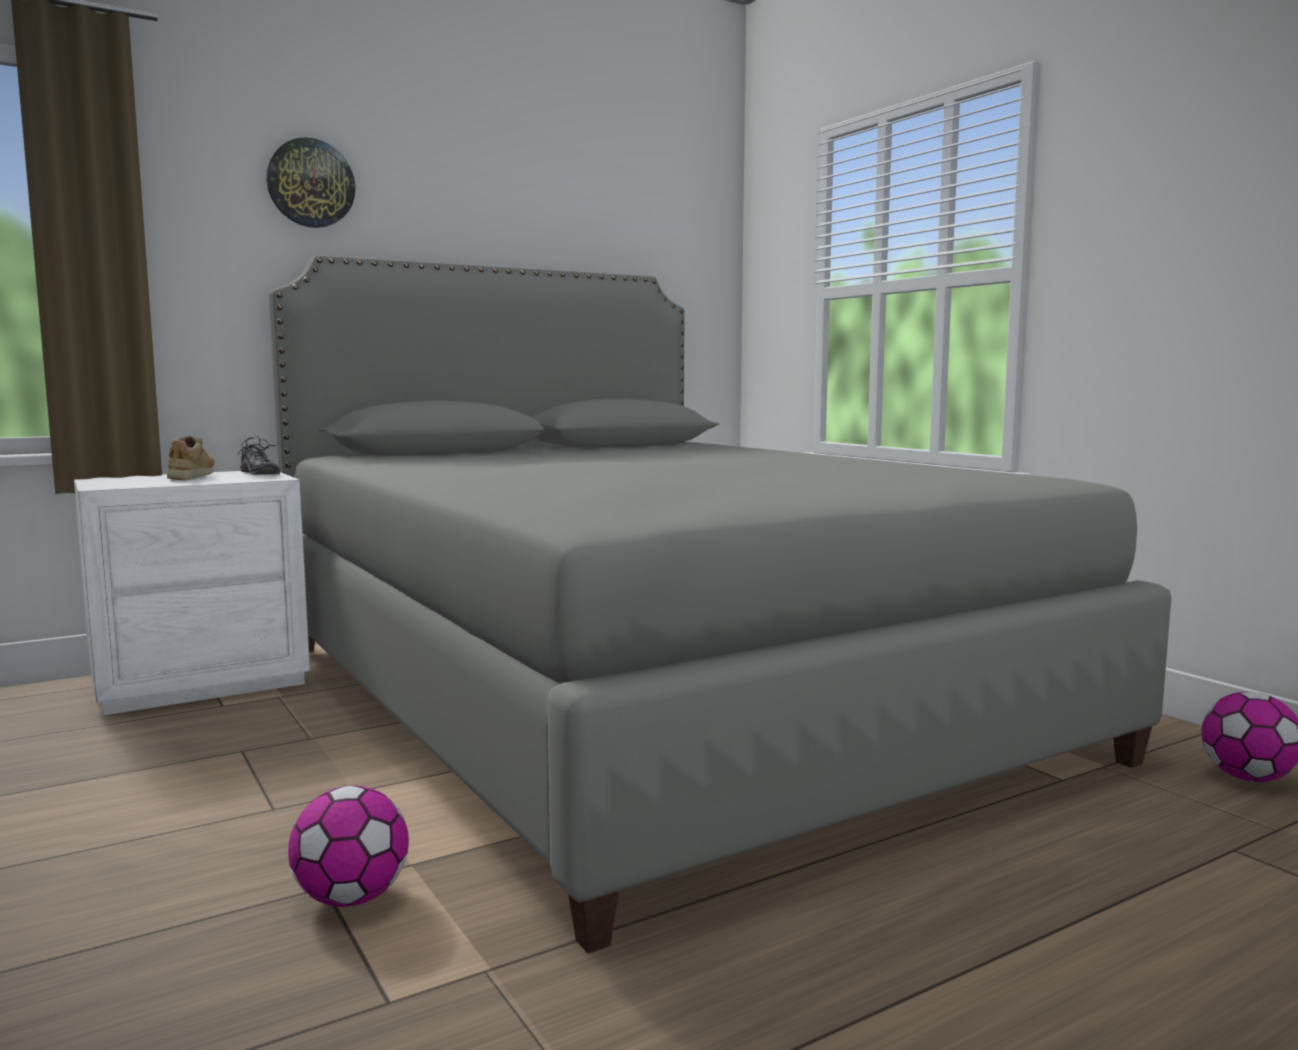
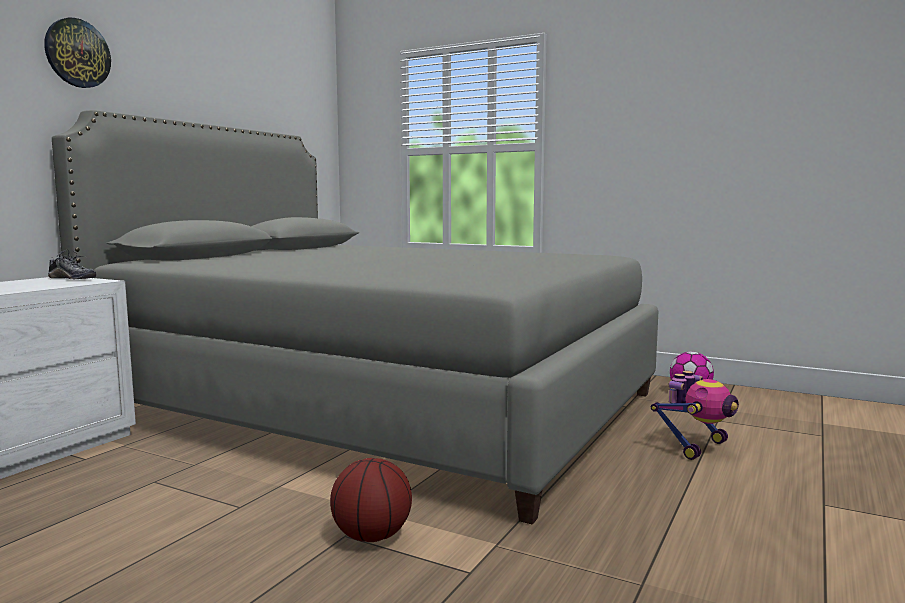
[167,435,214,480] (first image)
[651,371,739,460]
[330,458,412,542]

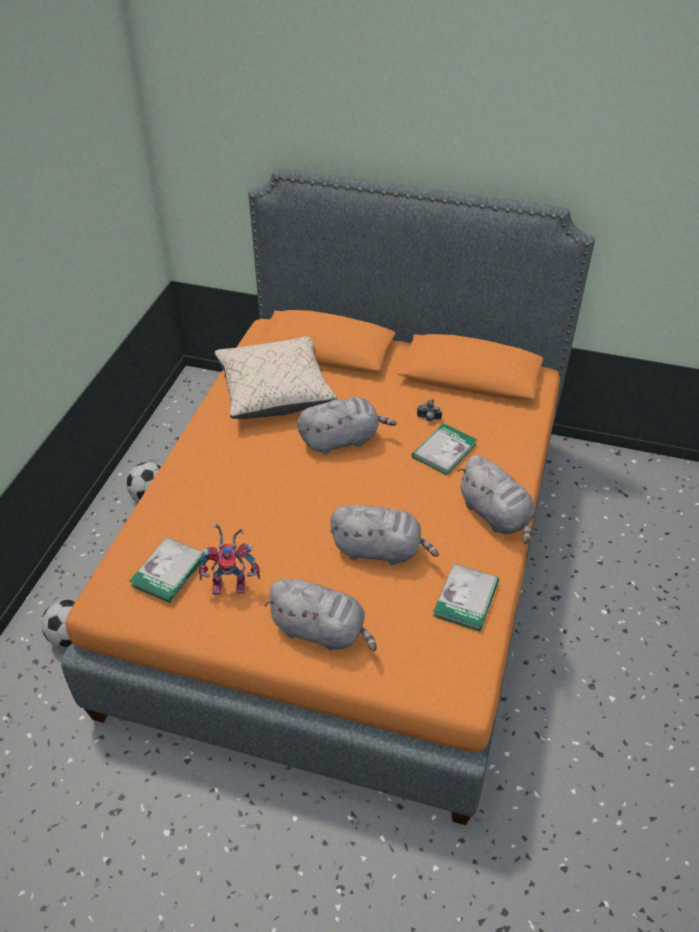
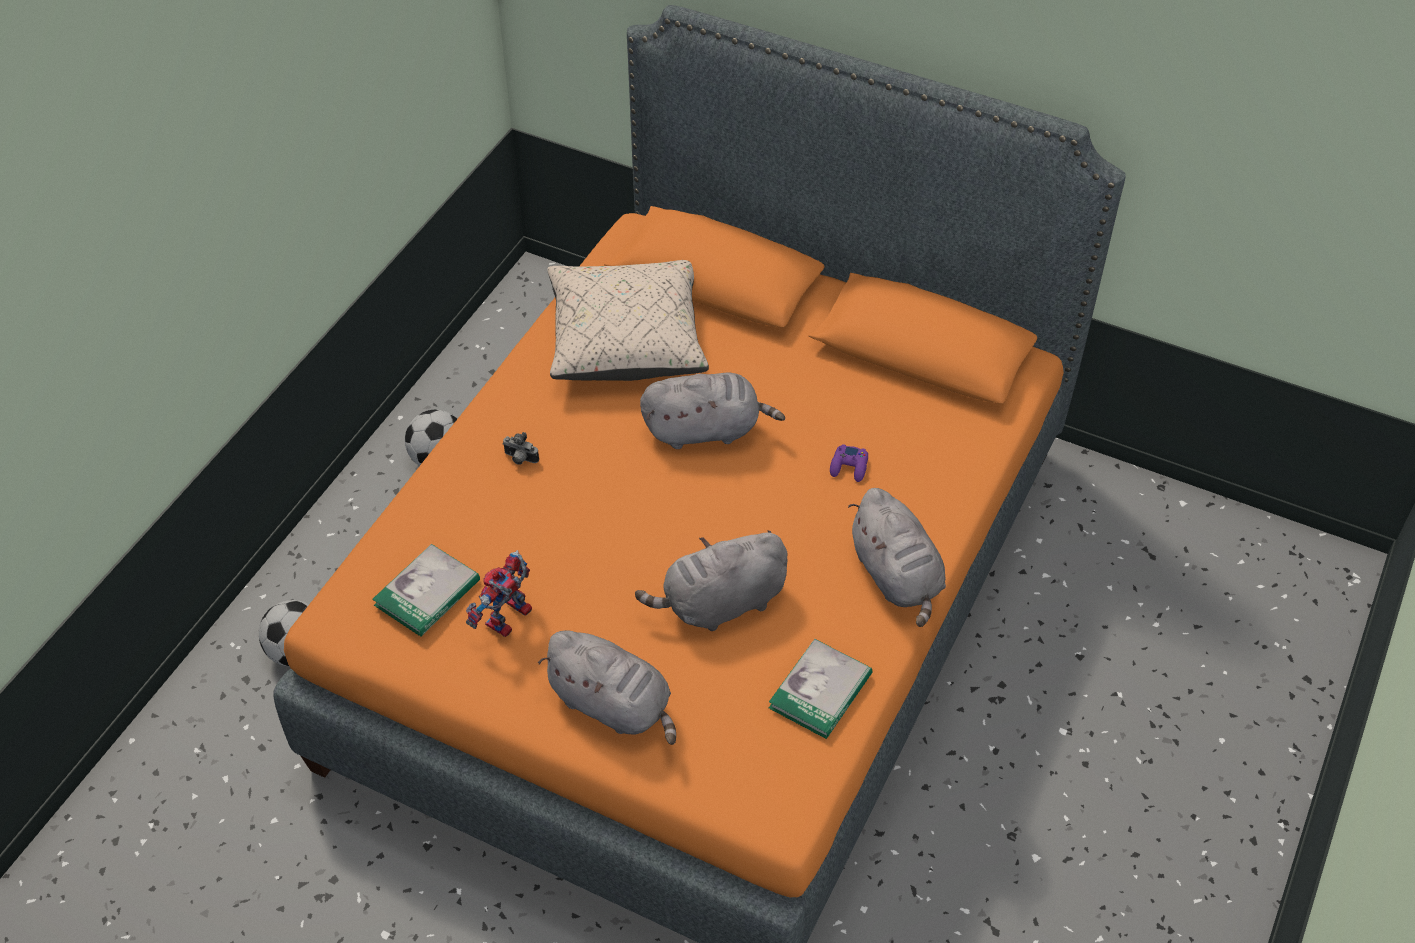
[502,432,539,465]
[830,444,868,482]
[466,550,532,637]
[635,530,788,631]

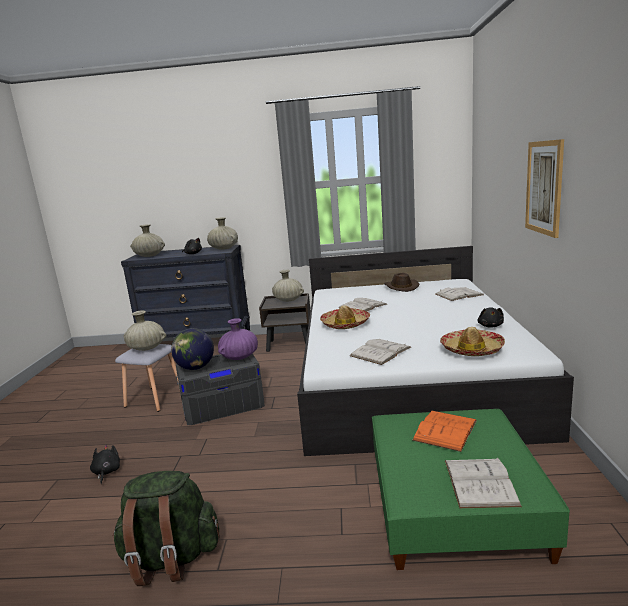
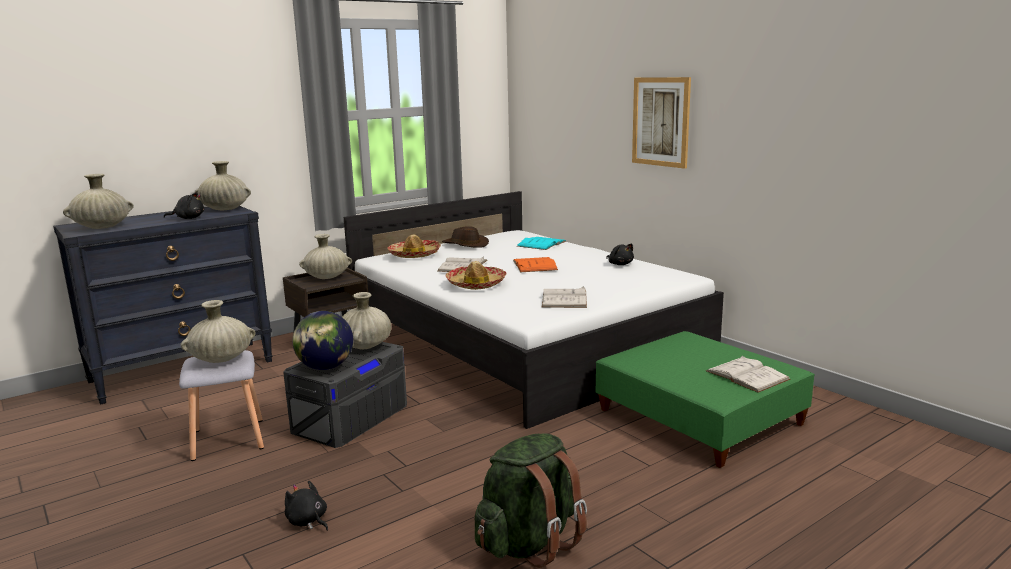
[513,257,558,272]
[387,234,441,258]
[342,292,391,350]
[517,237,566,250]

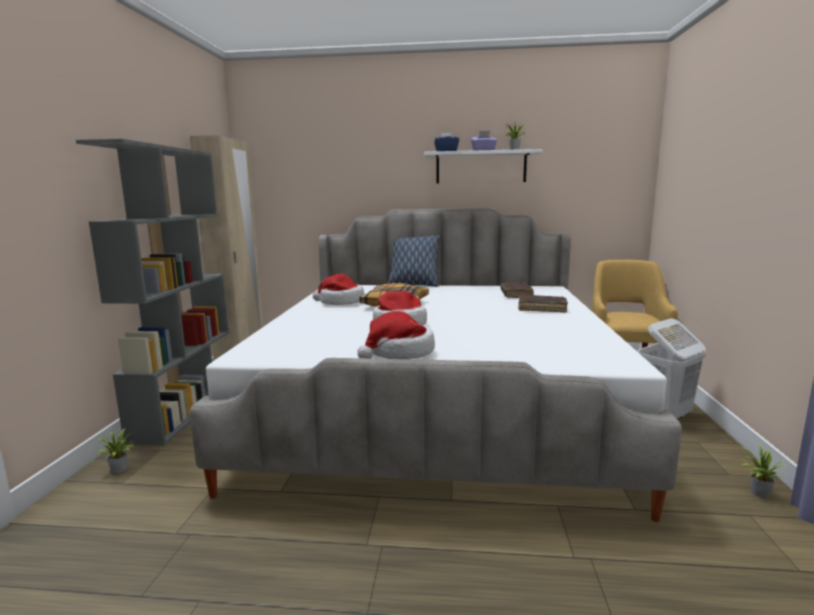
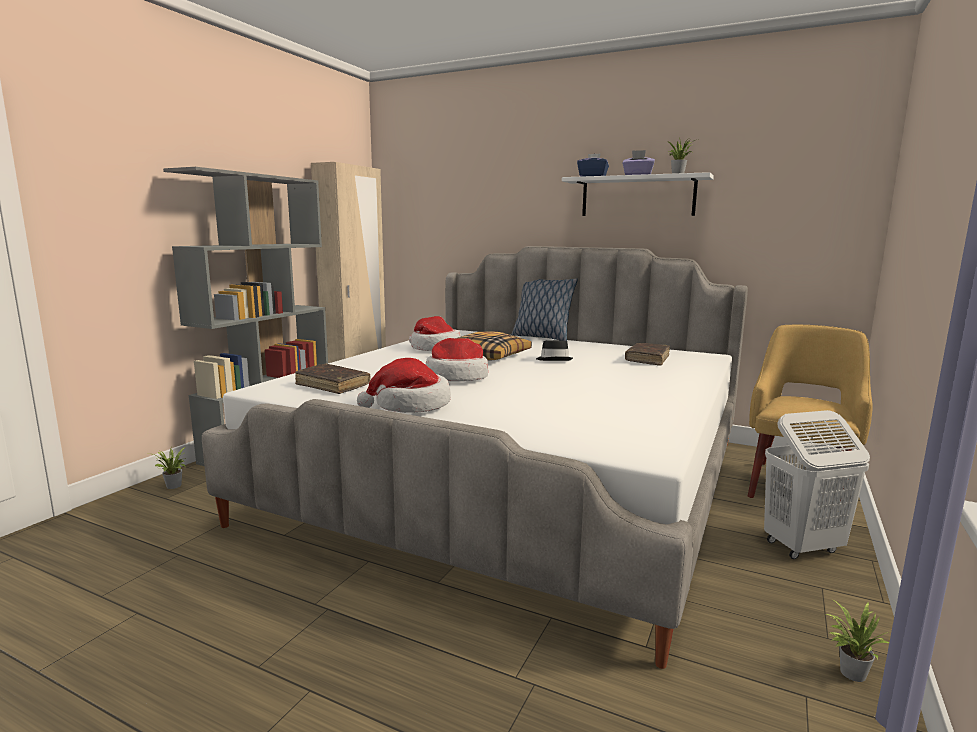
[536,340,573,361]
[295,364,370,394]

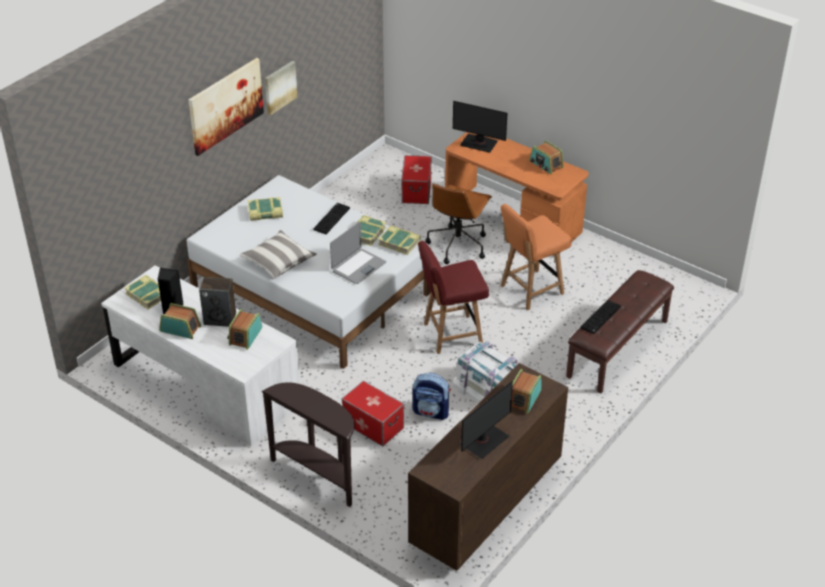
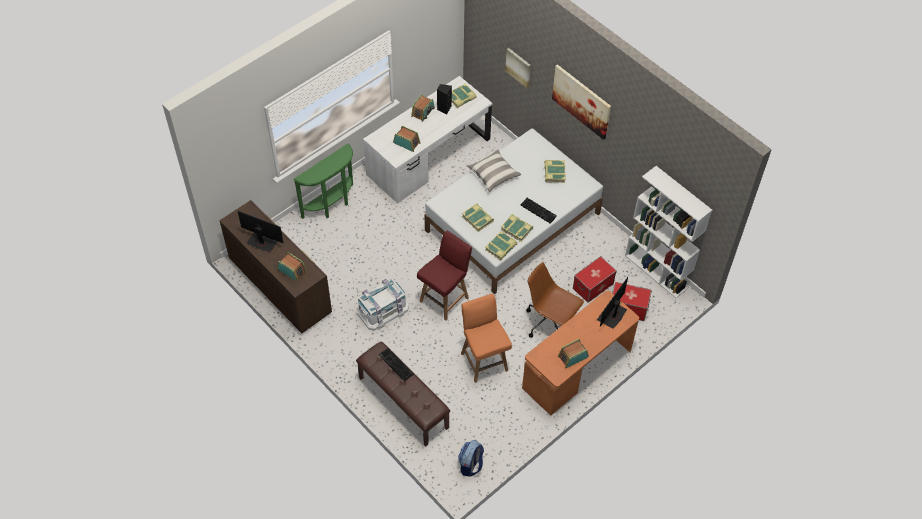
[199,277,236,327] (first image)
[625,166,712,298]
[505,48,531,88]
[573,256,617,303]
[458,440,484,477]
[462,204,494,232]
[294,143,353,219]
[417,231,472,321]
[238,211,283,252]

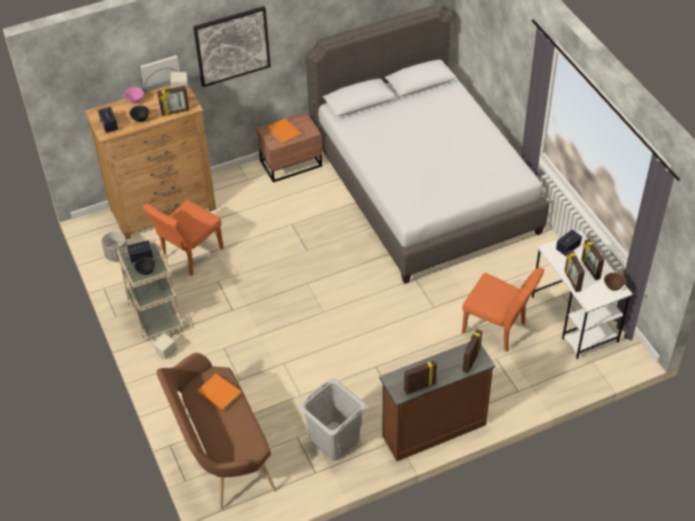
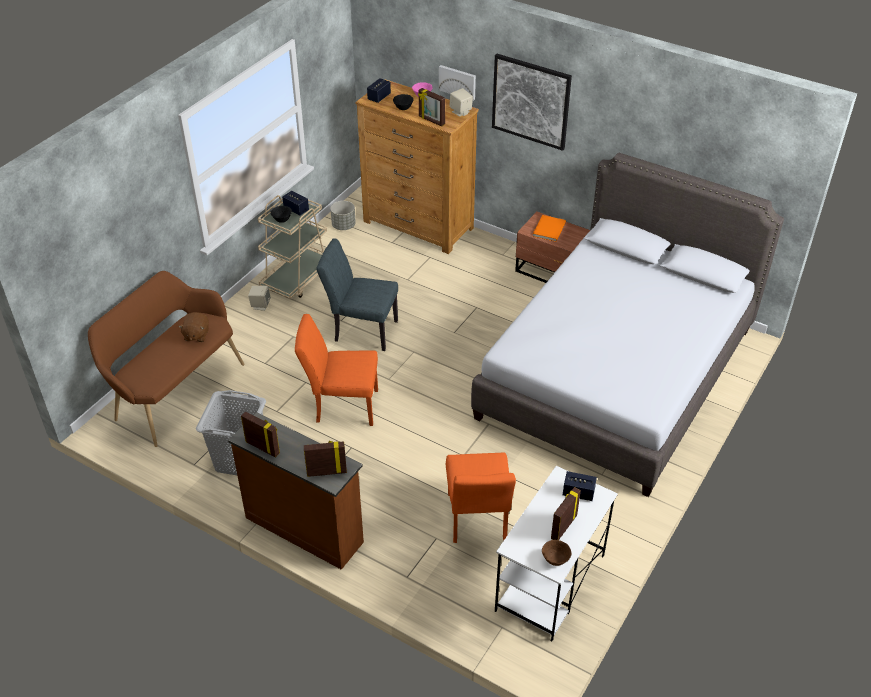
[565,250,585,292] (first image)
[316,238,398,351]
[295,314,378,426]
[178,312,209,342]

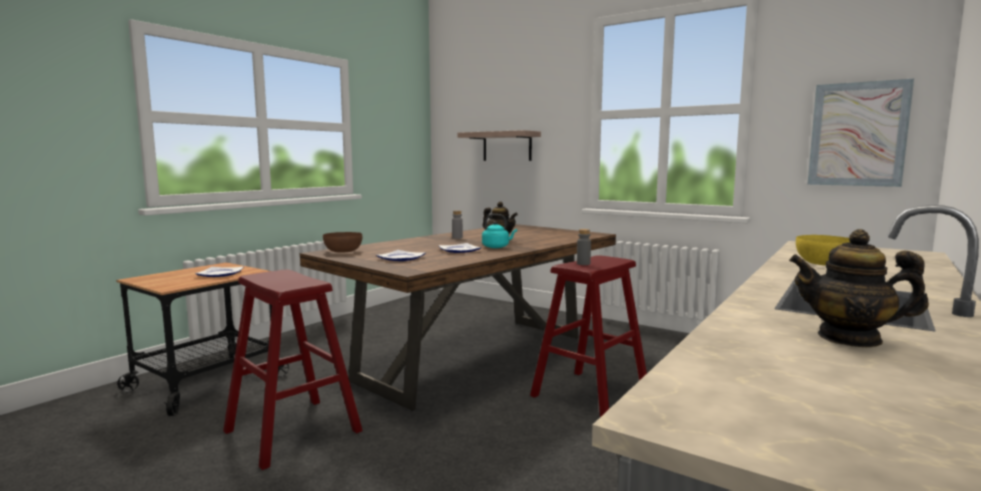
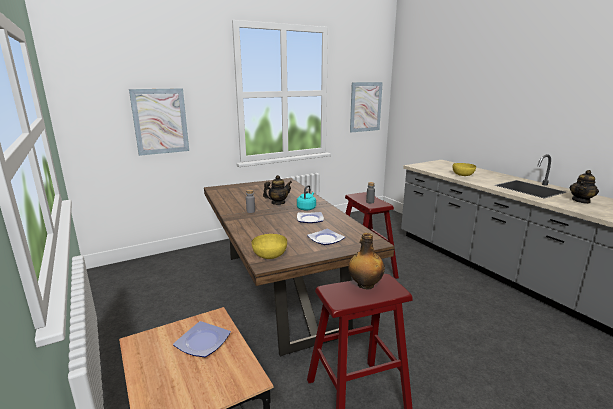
[348,233,385,290]
[129,88,189,156]
[252,234,287,259]

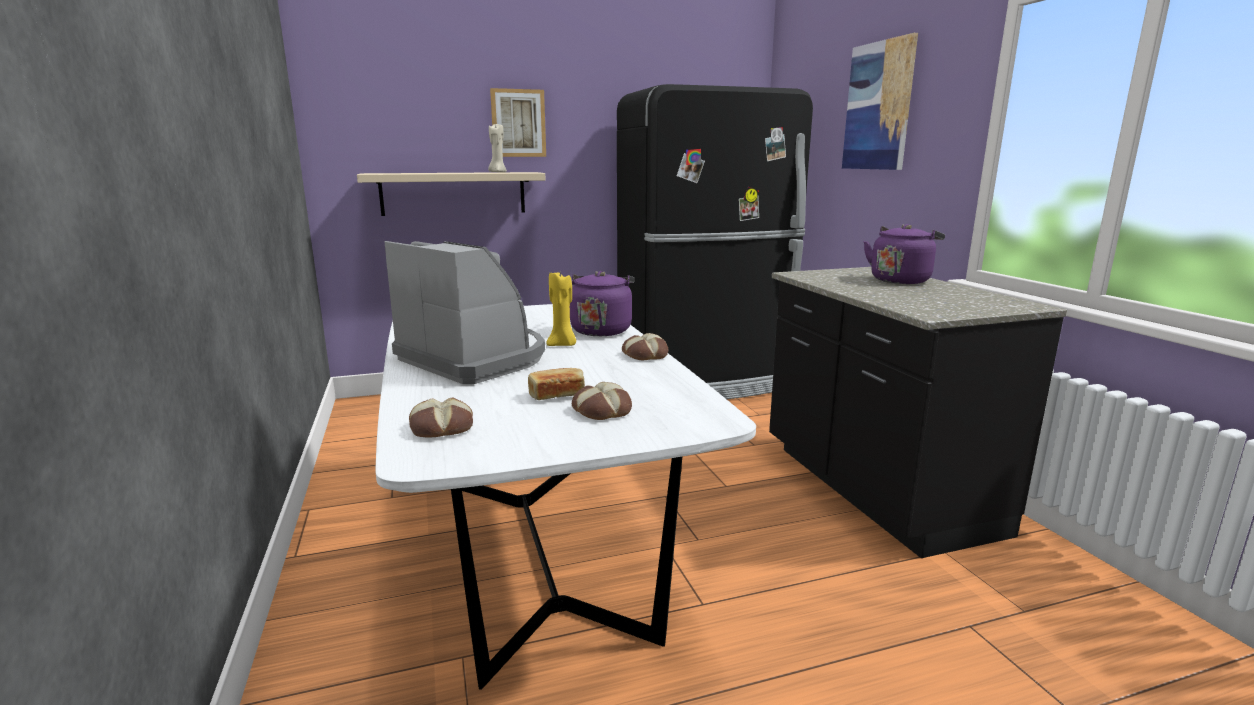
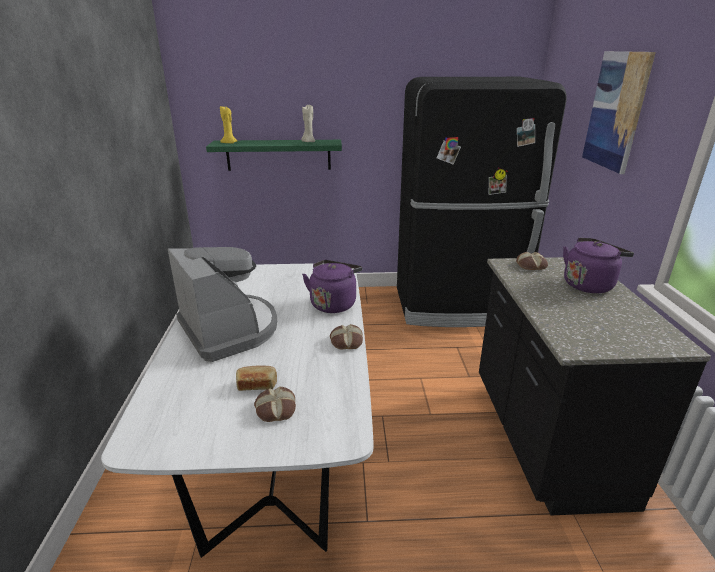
[490,88,546,157] (first image)
[516,252,548,270]
[220,106,238,143]
[206,140,342,171]

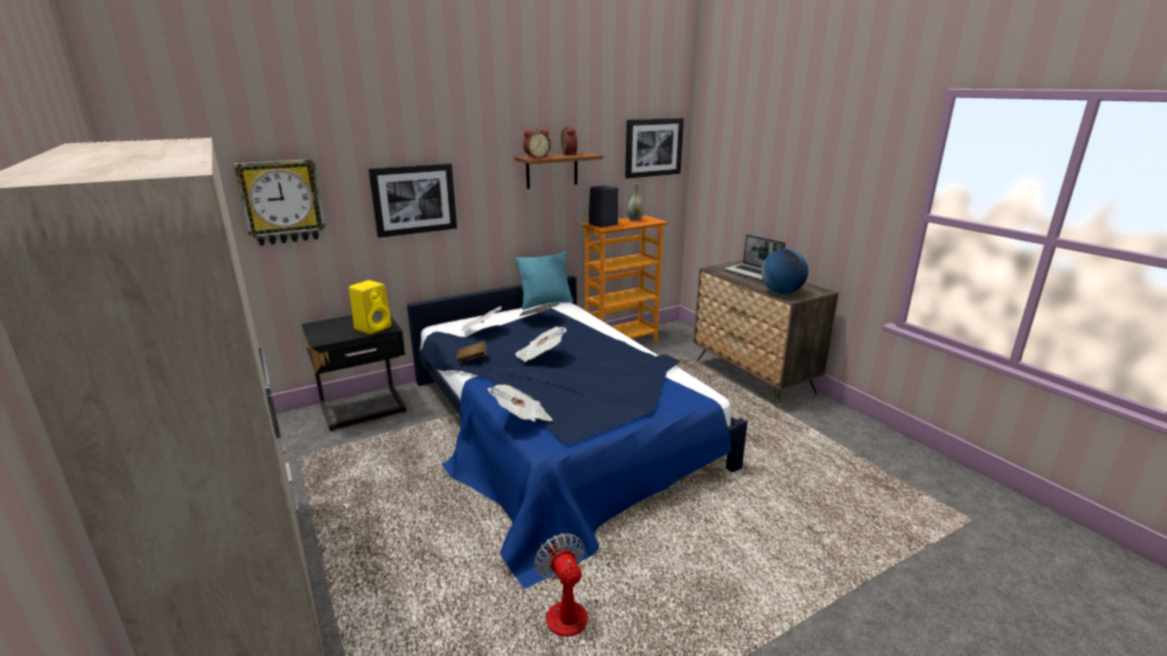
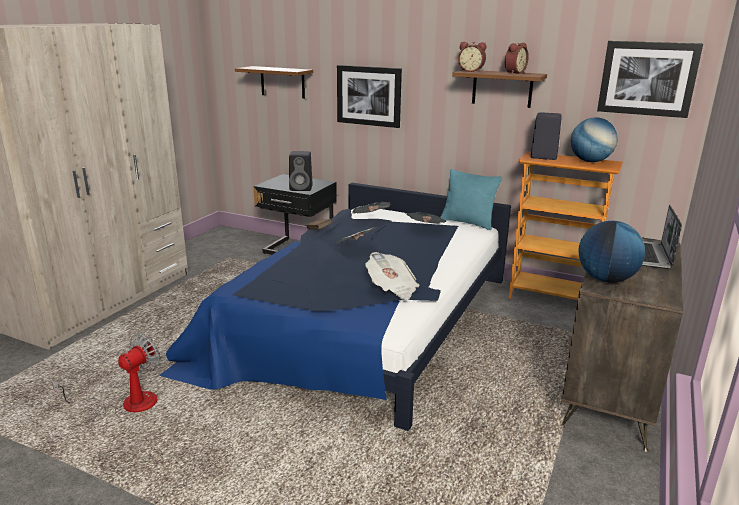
[365,252,419,300]
[235,66,313,99]
[571,117,618,162]
[289,151,312,191]

